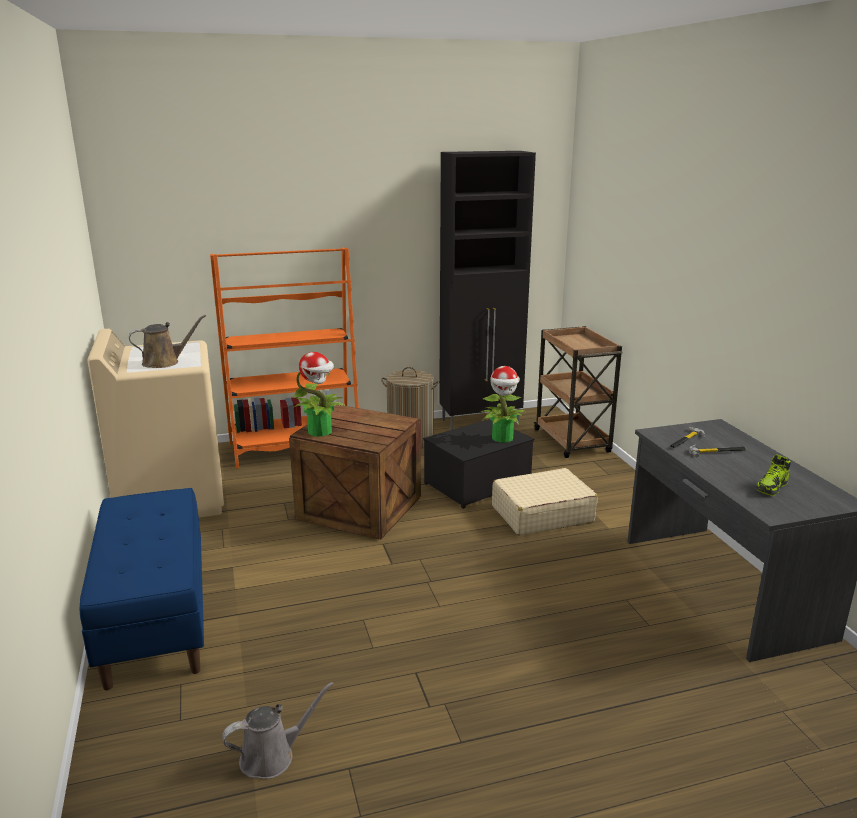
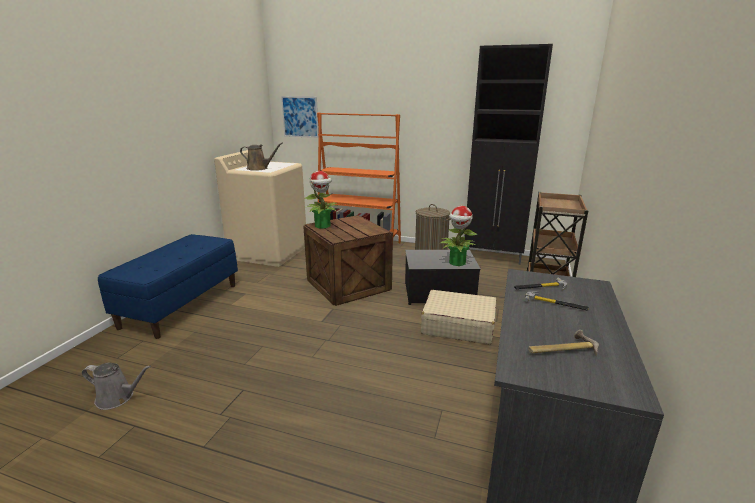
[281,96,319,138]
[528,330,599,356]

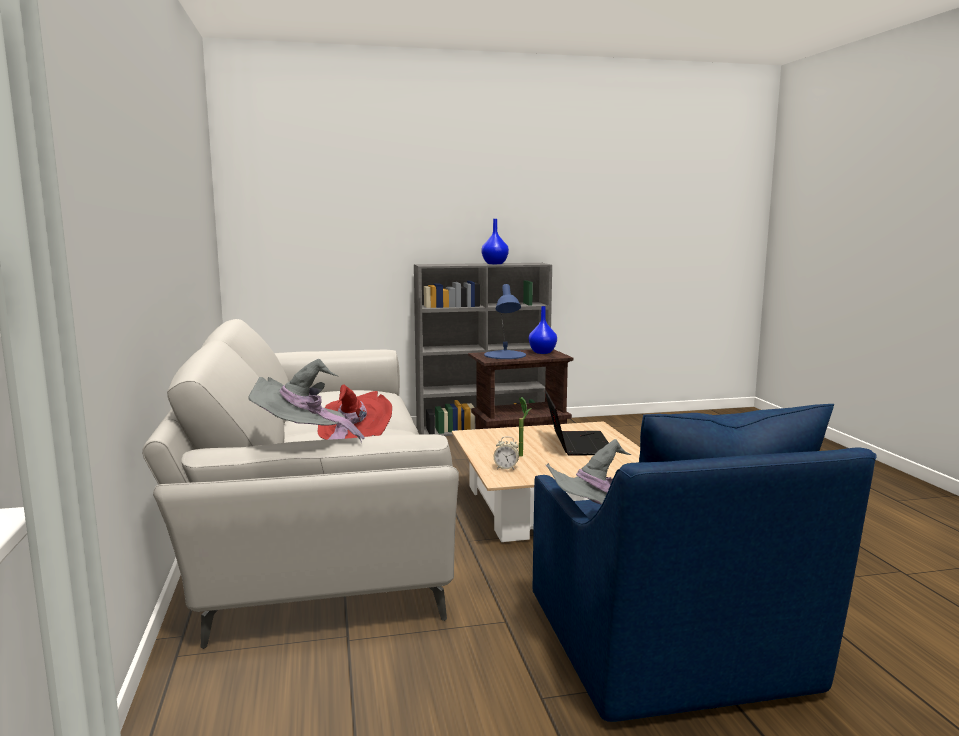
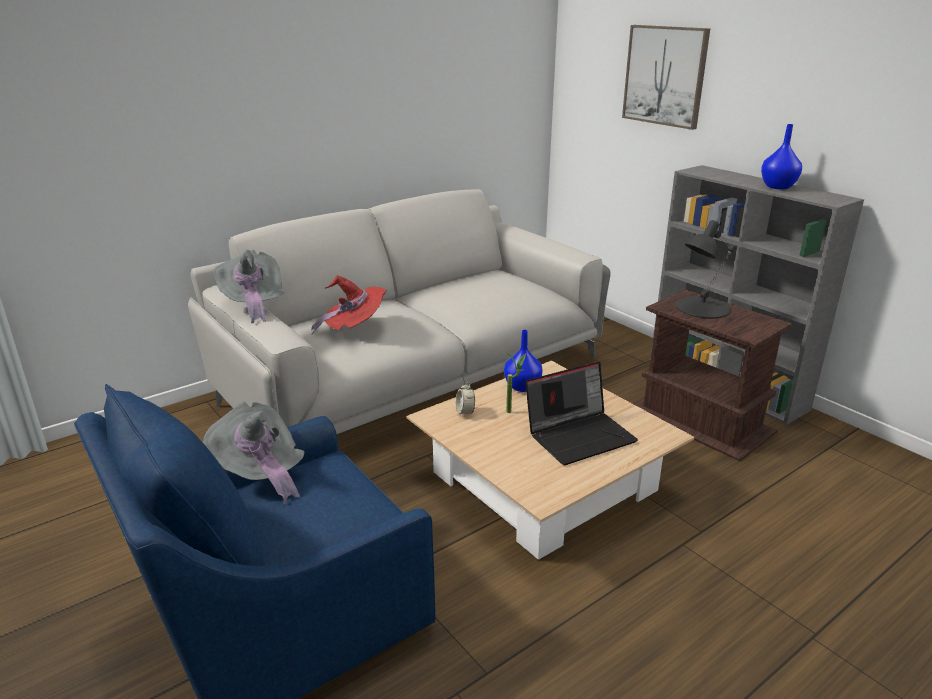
[622,25,710,130]
[504,330,542,392]
[675,220,737,319]

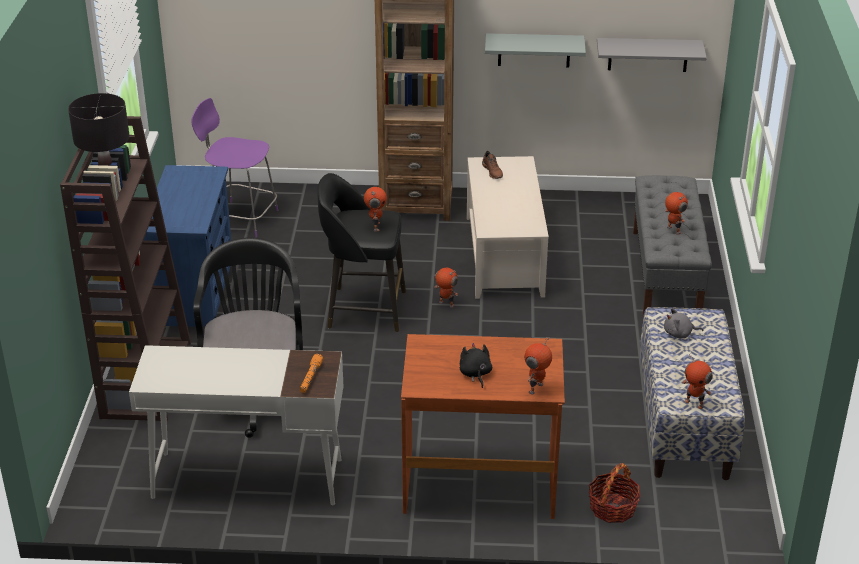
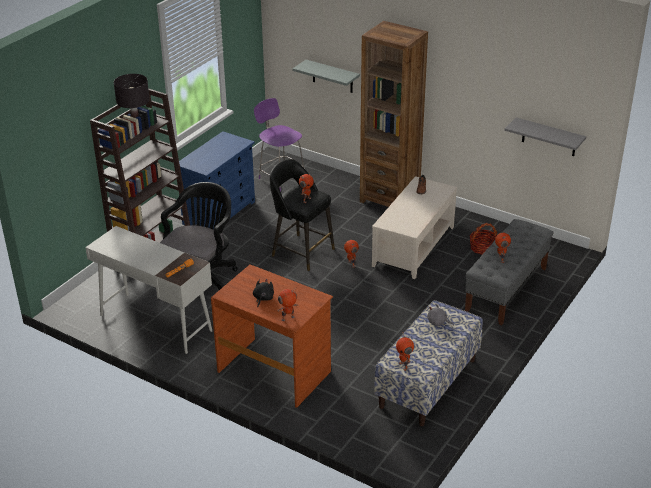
[292,60,360,93]
[470,223,497,255]

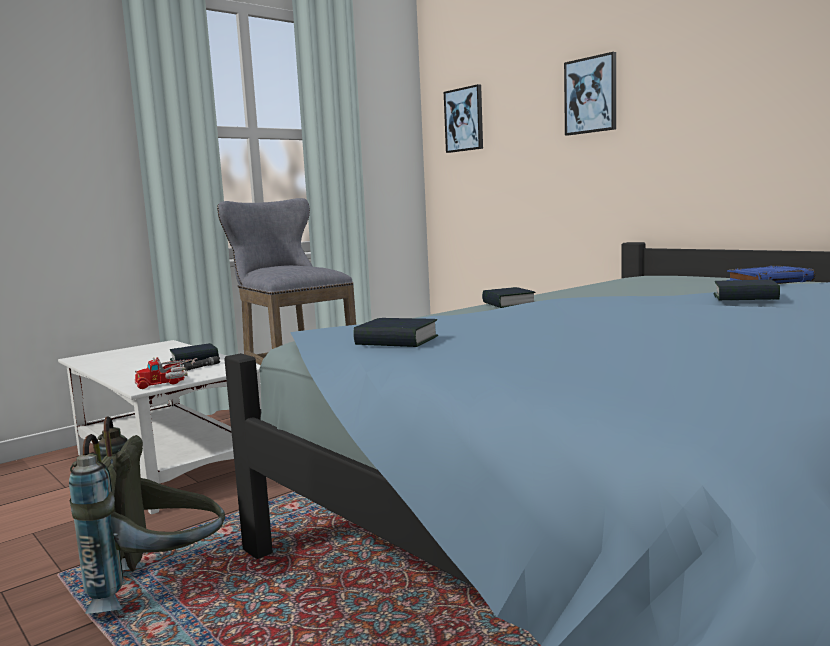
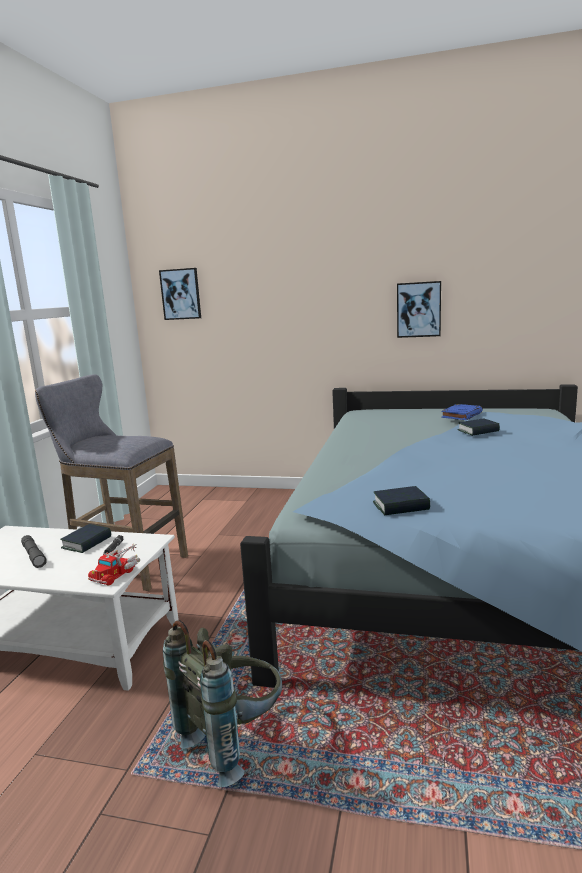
[482,287,535,308] (first image)
[21,535,46,568]
[397,281,441,338]

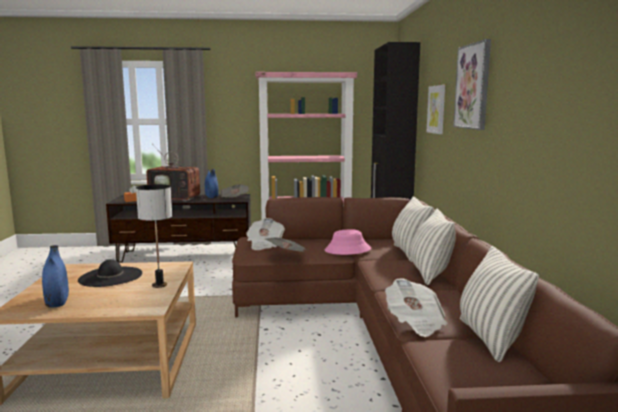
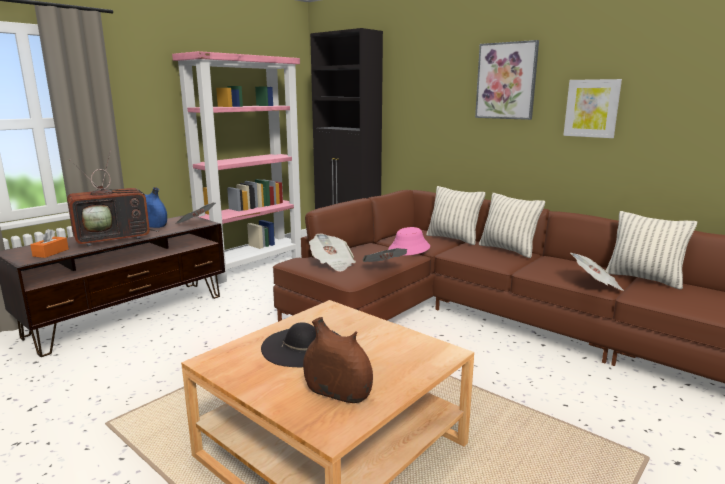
[136,184,172,288] (first image)
[563,79,622,138]
[303,317,373,403]

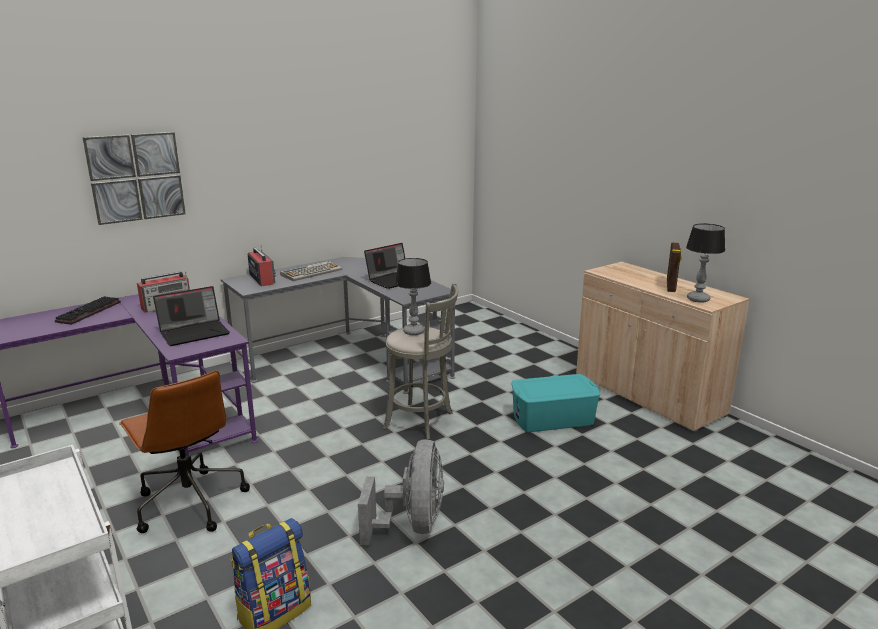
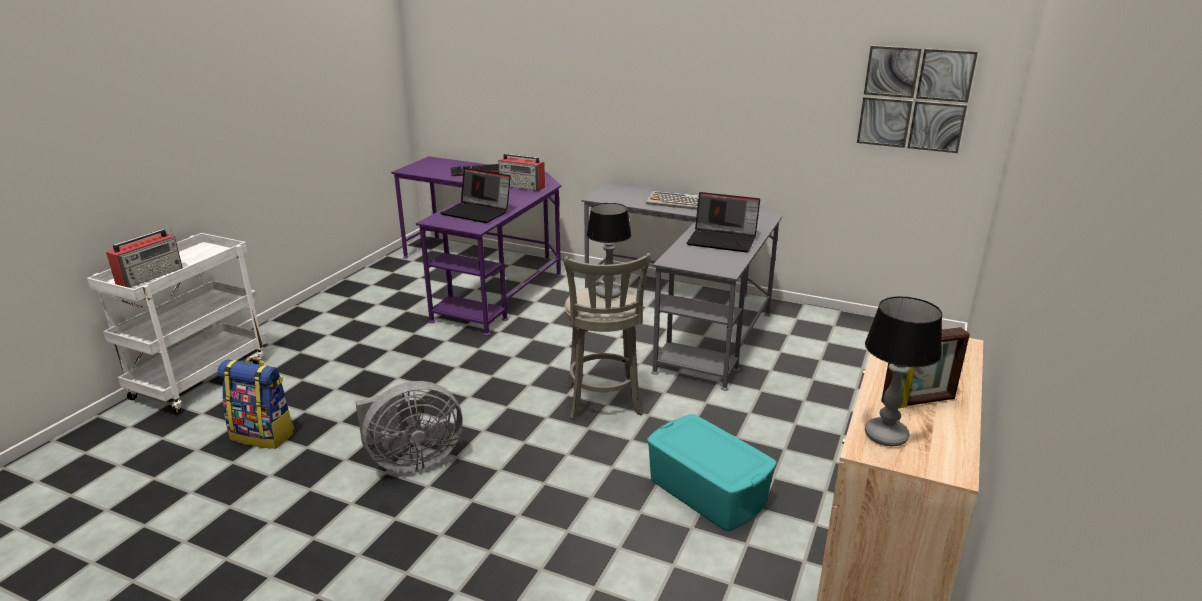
[119,371,250,533] (first image)
[857,45,978,153]
[106,228,183,288]

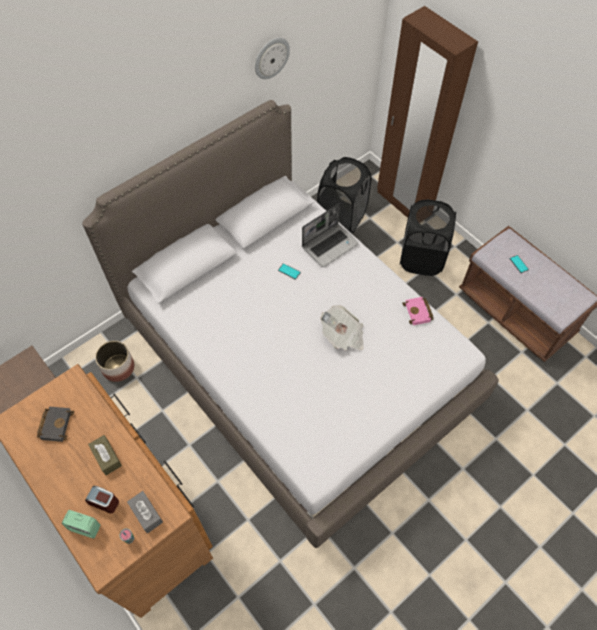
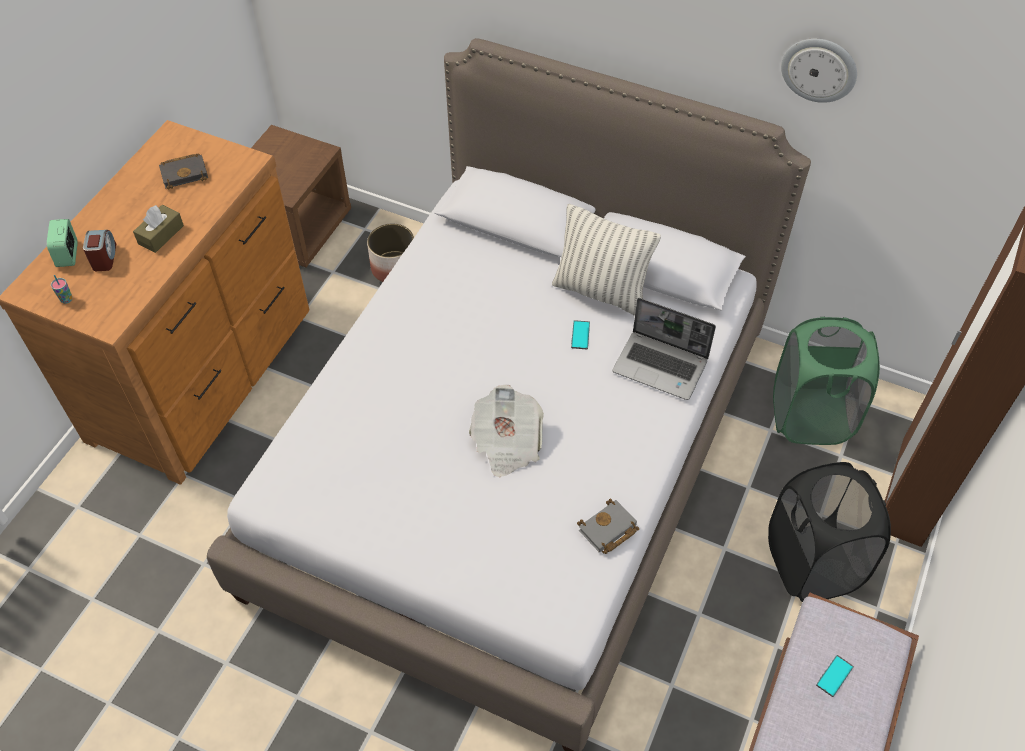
[127,491,163,533] (first image)
[552,204,661,316]
[773,317,880,445]
[577,499,639,554]

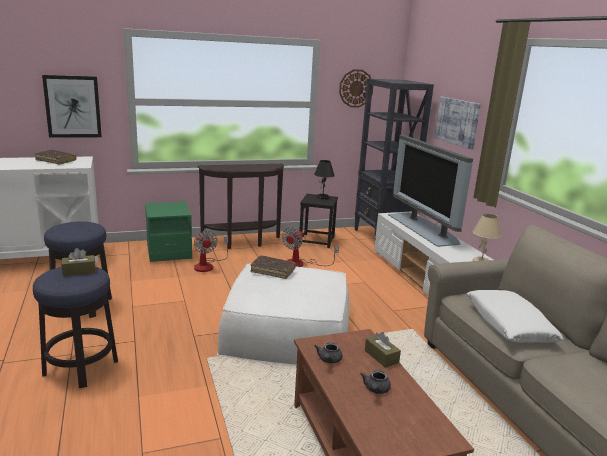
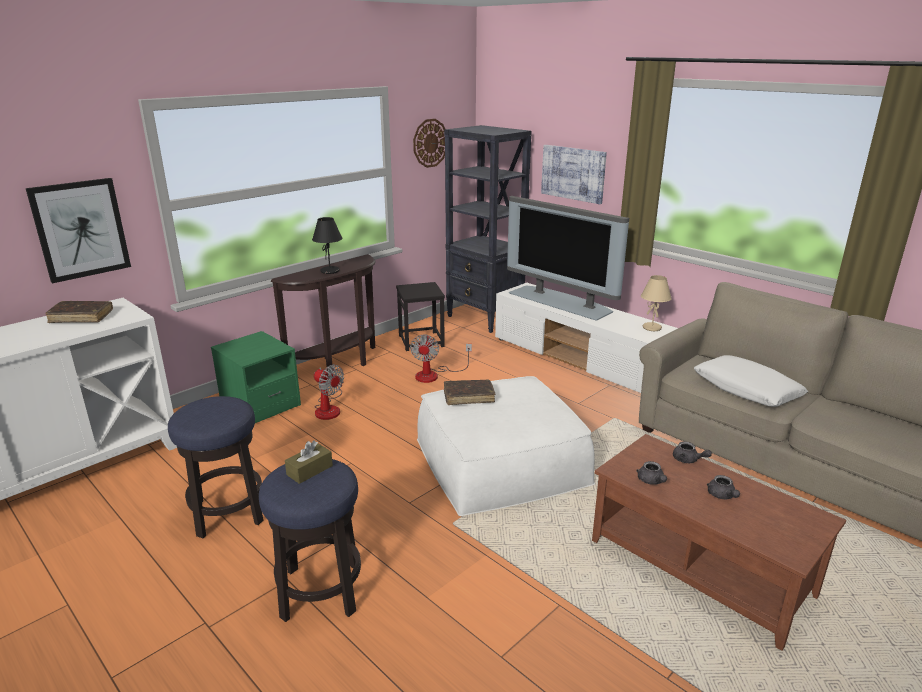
[312,217,343,274]
[673,442,712,463]

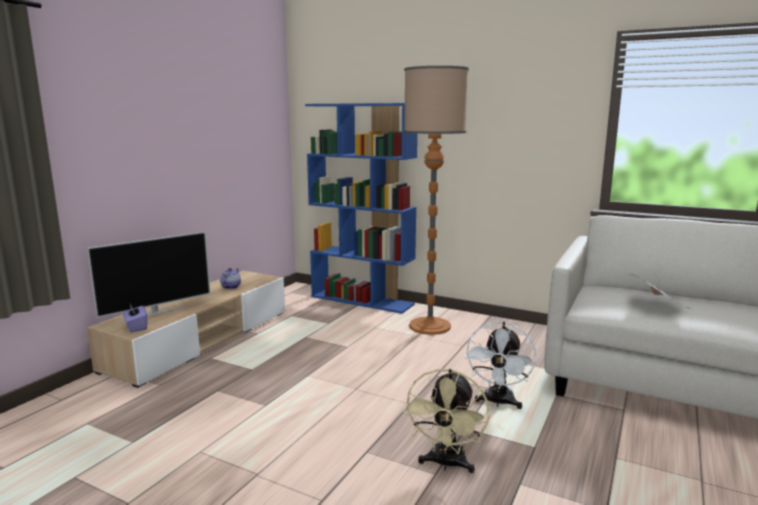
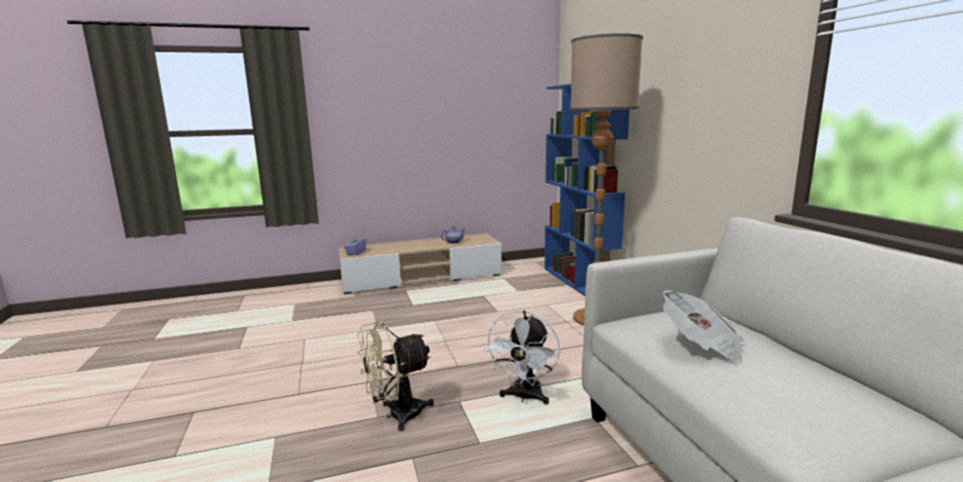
[87,232,211,318] (first image)
[484,310,560,405]

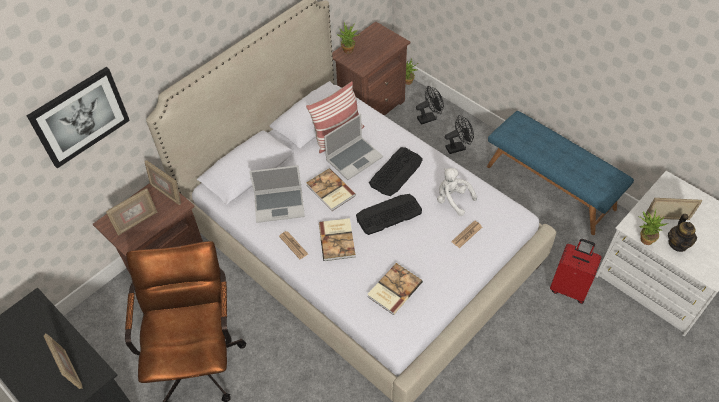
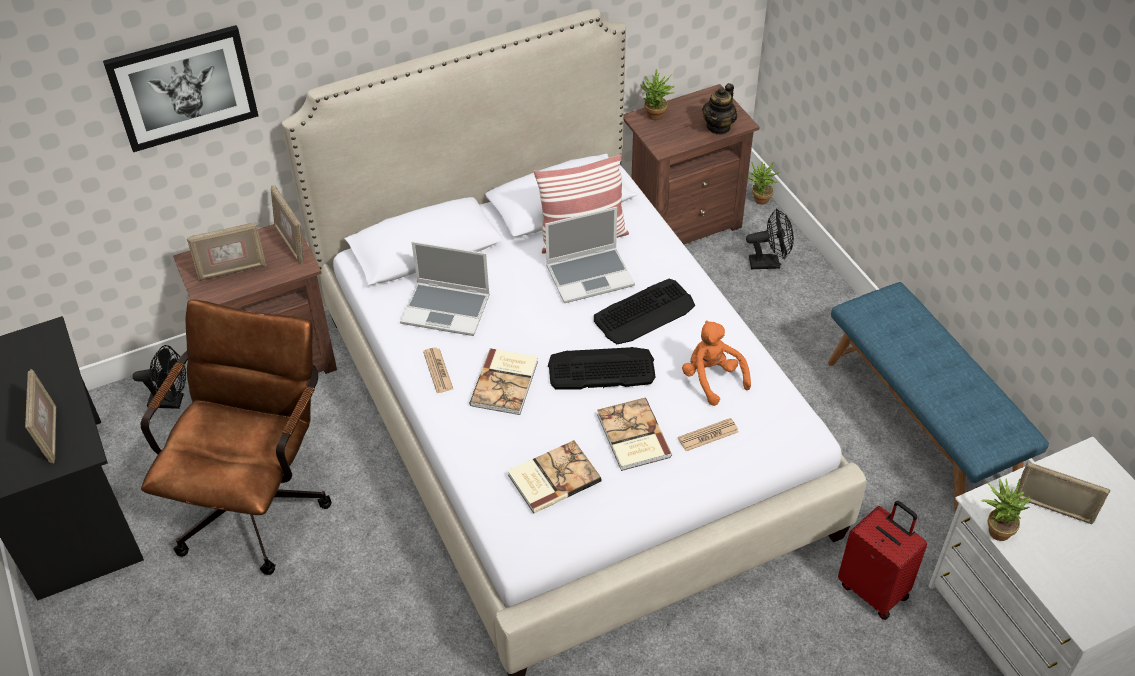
[597,398,672,471]
[132,345,186,409]
[702,83,737,135]
[682,320,751,406]

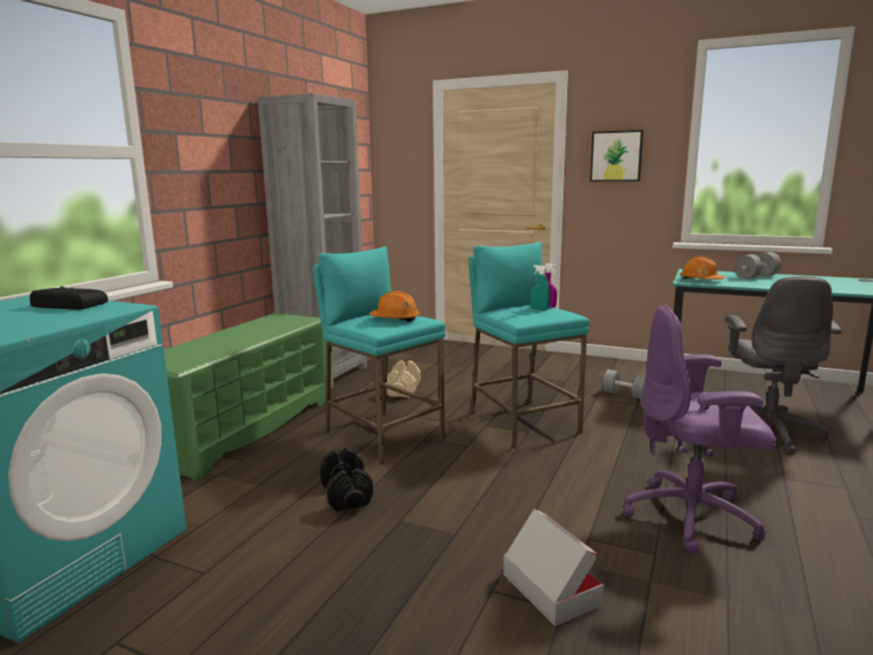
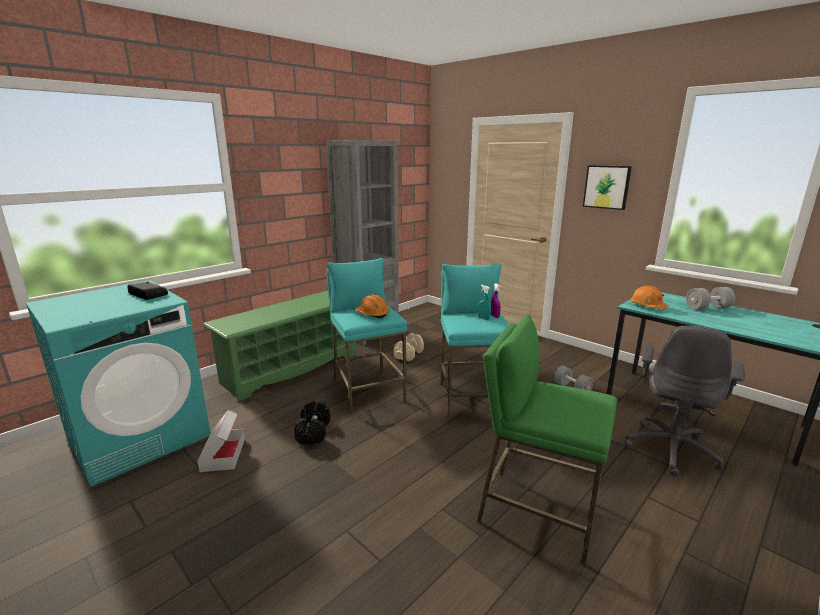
[198,410,245,472]
[477,314,618,565]

